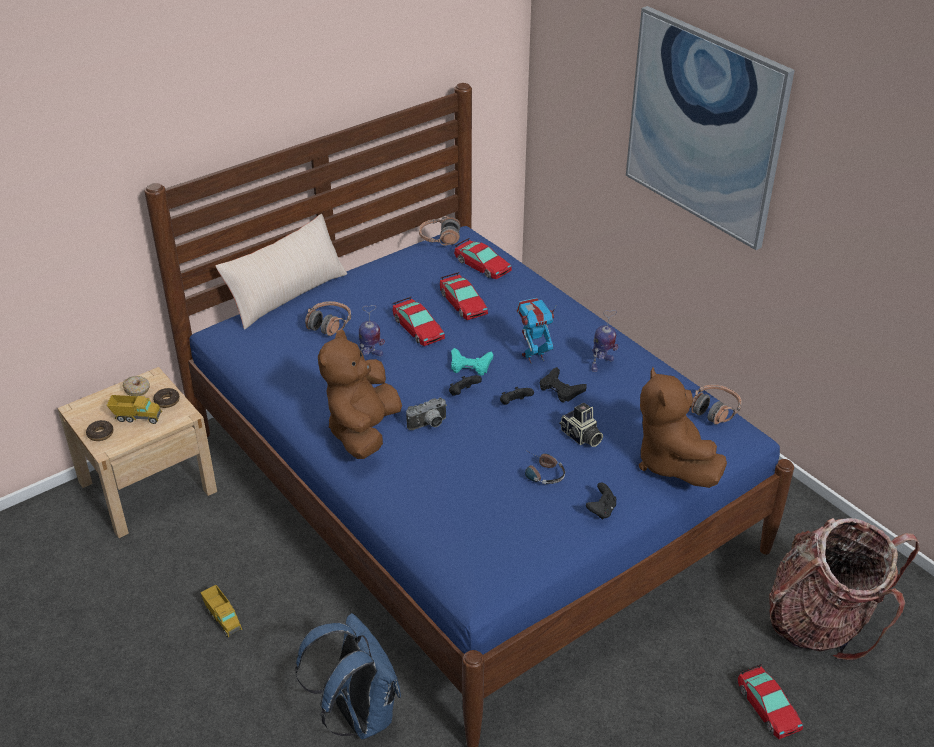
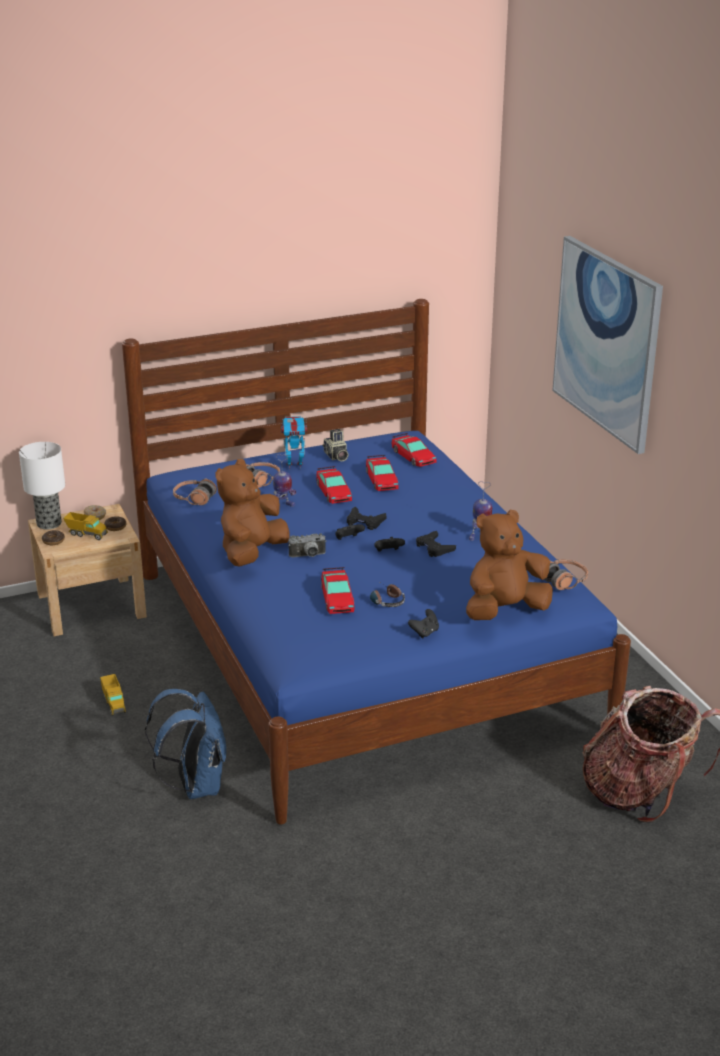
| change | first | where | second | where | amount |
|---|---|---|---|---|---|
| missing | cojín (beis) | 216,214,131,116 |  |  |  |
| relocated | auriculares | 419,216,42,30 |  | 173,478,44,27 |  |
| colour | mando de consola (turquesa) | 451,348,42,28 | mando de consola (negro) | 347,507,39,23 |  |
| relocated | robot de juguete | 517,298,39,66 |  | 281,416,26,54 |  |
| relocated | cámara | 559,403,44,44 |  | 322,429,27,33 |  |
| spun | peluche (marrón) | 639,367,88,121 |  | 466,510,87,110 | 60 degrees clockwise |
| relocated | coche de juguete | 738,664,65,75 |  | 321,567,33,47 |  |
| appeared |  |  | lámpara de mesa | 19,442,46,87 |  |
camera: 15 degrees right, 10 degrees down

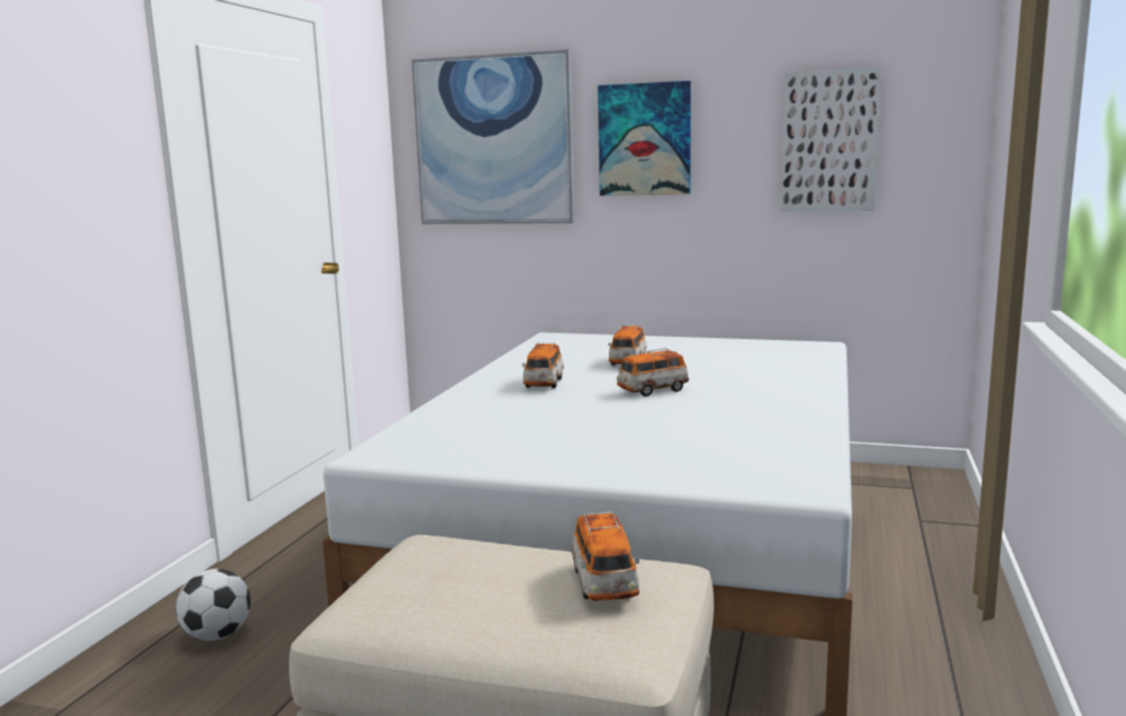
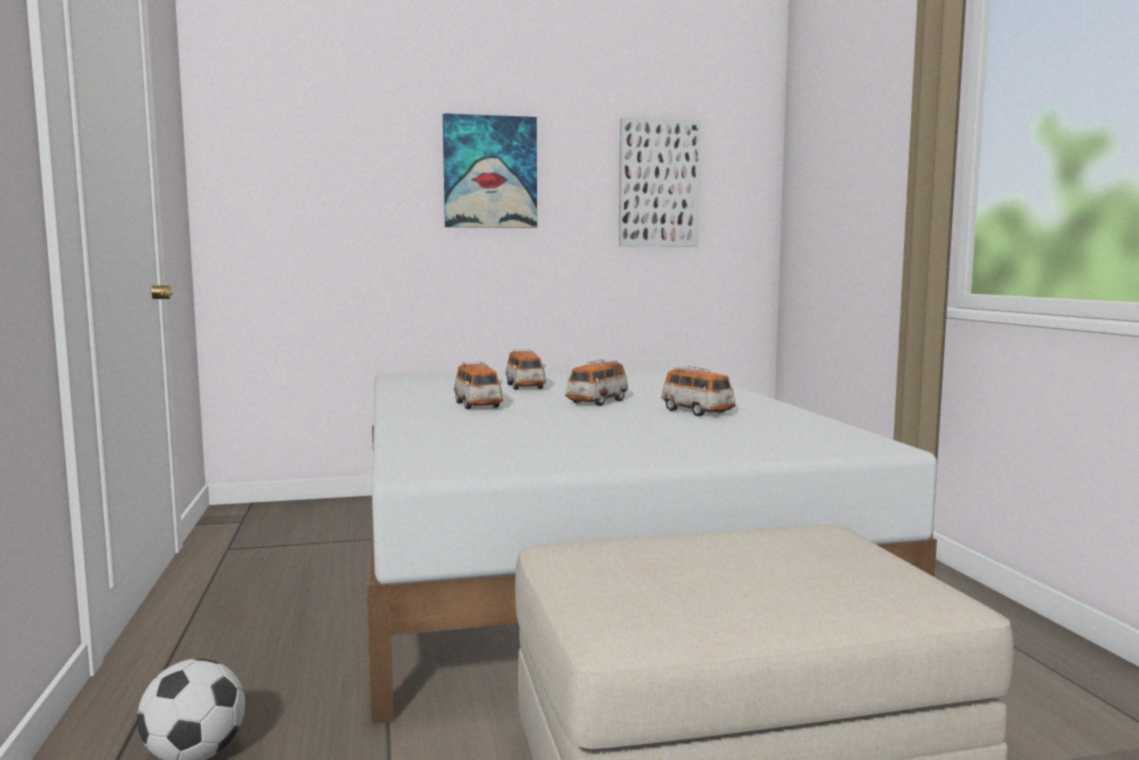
| change | first | where | second | where | amount |
|---|---|---|---|---|---|
| missing | cuadro | 411,49,164,175 |  |  |  |
| relocated | coche de juguete | 572,511,68,90 |  | 661,366,75,50 |  |
camera: 30 degrees left, 5 degrees down

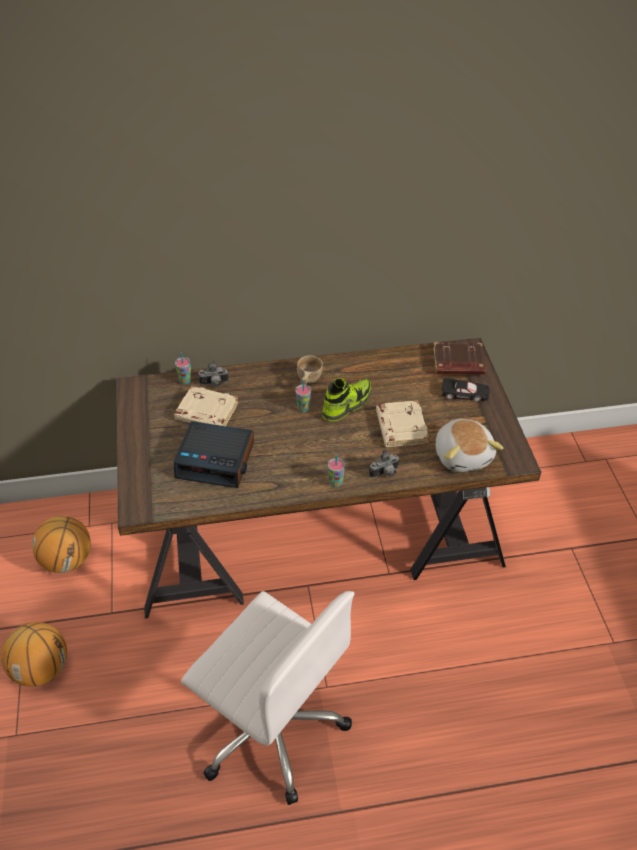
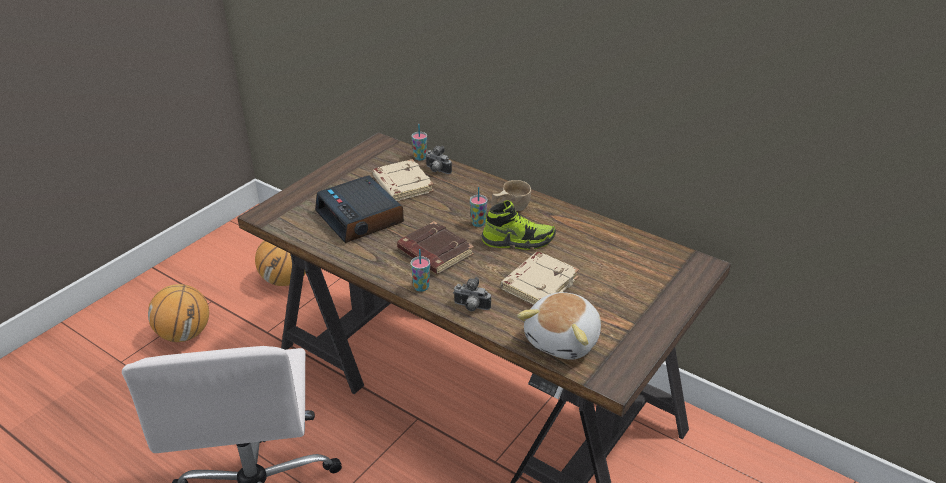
| change | first | where | second | where | amount |
|---|---|---|---|---|---|
| relocated | libro (marrón) | 433,341,53,34 |  | 397,221,77,53 |  |
| missing | coche de juguete (negro) | 441,378,49,24 |  |  |  |
camera: 45 degrees right, 10 degrees down

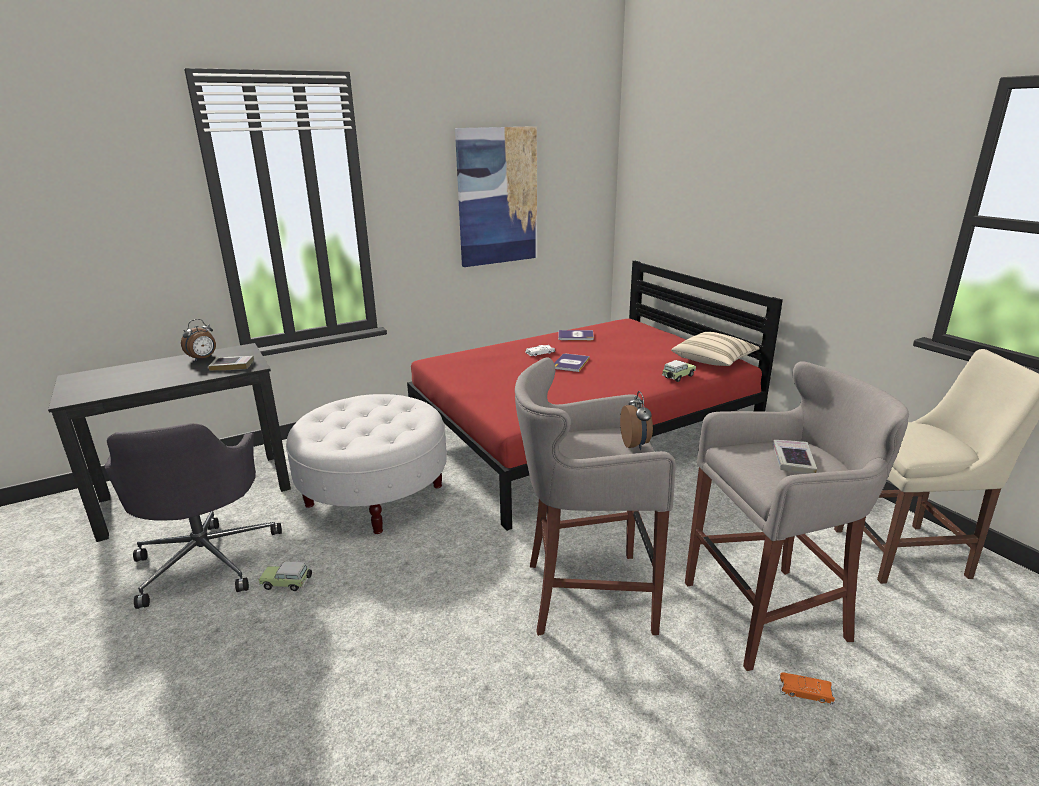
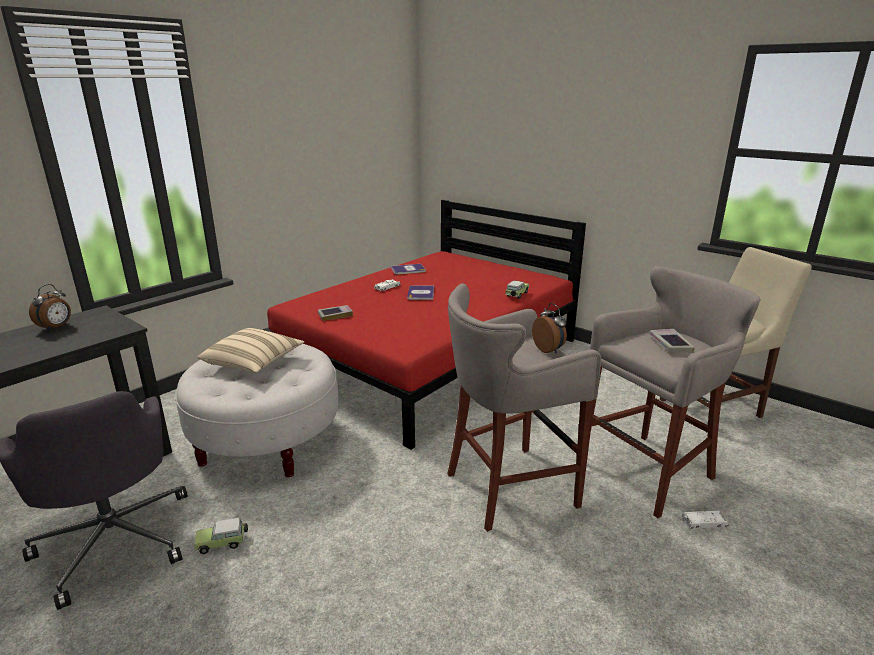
| change | first | where | second | where | amount |
|---|---|---|---|---|---|
| relocated | libro | 208,356,46,15 |  | 318,305,35,16 |  |
| missing | cuadro | 455,126,82,141 |  |  |  |
| relocated | cojín (beis) | 671,332,89,34 |  | 197,328,107,45 |  |
| colour | coche de juguete (naranja) | 778,672,58,33 | coche de juguete (blanco) | 682,511,46,18 |  |
camera: 20 degrees left, 0 degrees up

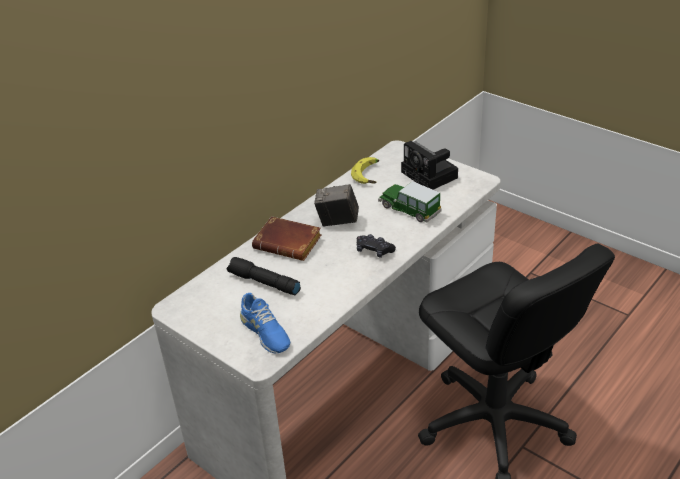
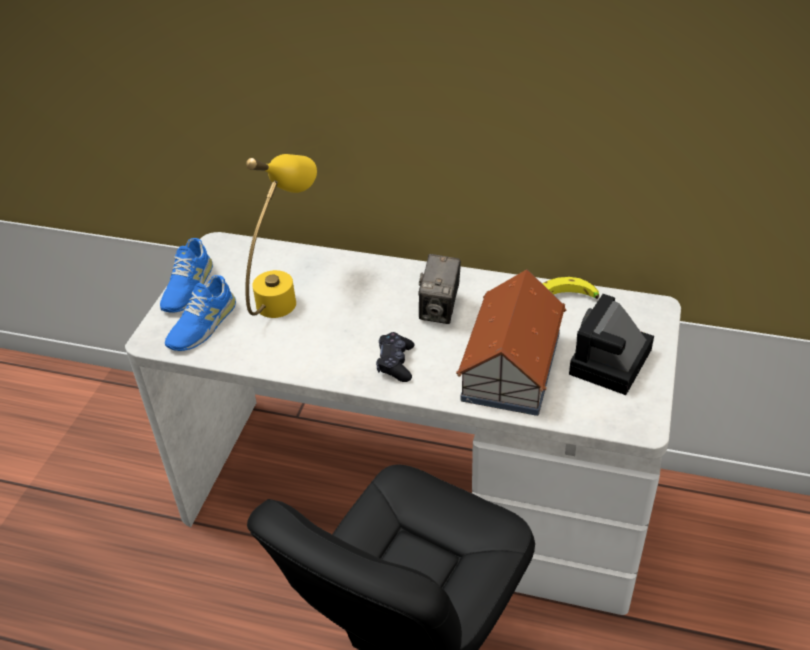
| change | first | where | second | where | amount |
|---|---|---|---|---|---|
| exchanged | linterna (negro) | 227,257,74,38 | lámpara de mesa (amarillo) | 245,154,72,164 |  |
| missing | libro (marrón) | 252,216,69,45 |  |  |  |
| spun | cámara | 314,184,45,43 |  | 418,254,43,70 | 150 degrees counterclockwise |
| exchanged | coche de juguete | 378,181,64,42 | casita | 456,269,110,147 |  |
| appeared |  |  | zapato (azul) | 160,238,53,74 |  |
camera: 65 degrees right, 5 degrees up

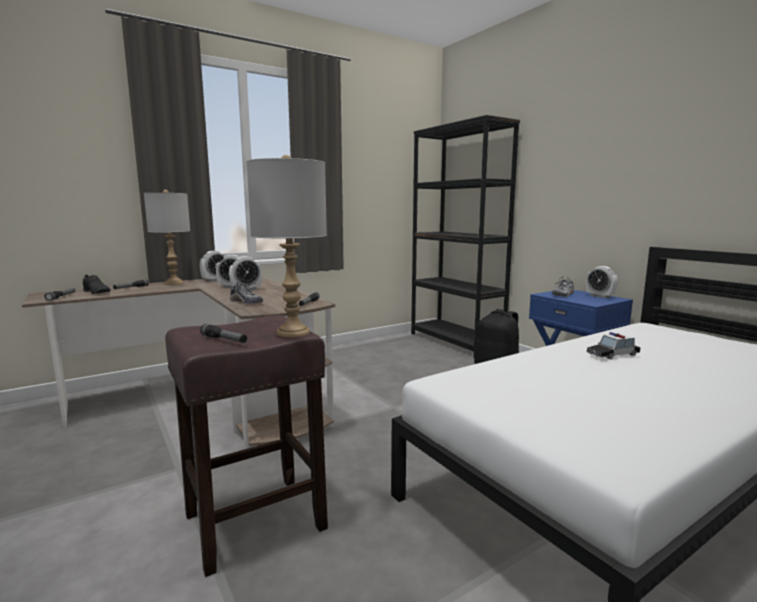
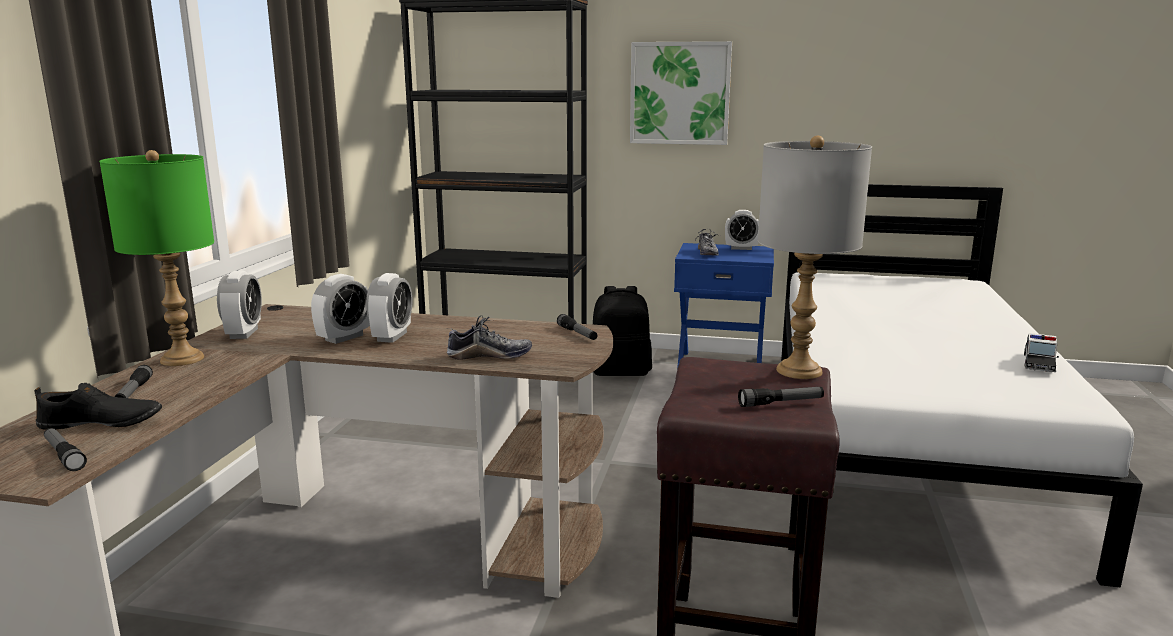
| change | first | where | second | where | amount |
|---|---|---|---|---|---|
| colour | lámpara de mesa (gris) | 144,190,46,95 | lámpara de mesa (verde) | 99,150,115,216 |  |
| relocated | coche de juguete | 586,332,55,27 |  | 1024,333,35,39 |  |
| appeared |  |  | cuadro | 630,41,102,104 |  |
camera: 45 degrees left, 5 degrees up

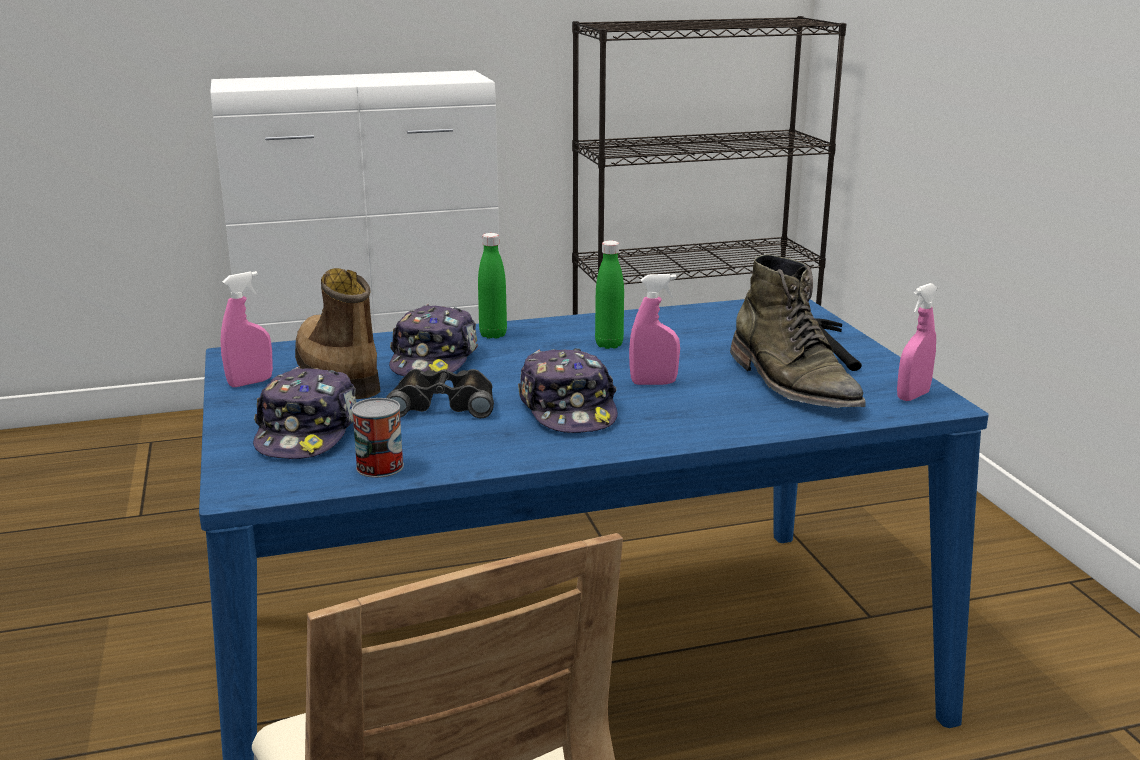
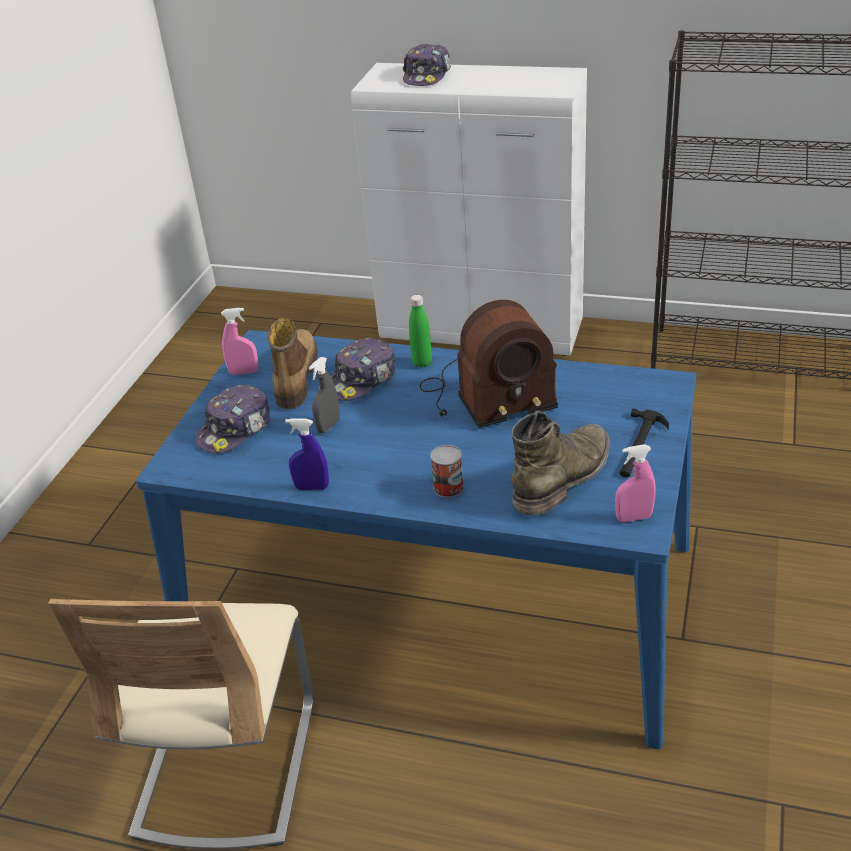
| change | first | where | second | where | amount |
|---|---|---|---|---|---|
| relocated | lata | 352,398,52,80 |  | 430,445,34,53 |  |
| exchanged | prismáticos (negro) | 386,369,108,49 | pulverizador (gris) | 309,357,31,76 |  |
| relocated | gorra | 518,348,100,85 |  | 403,43,48,43 |  |
| exchanged | botella (verde) | 595,241,29,108 | radio | 420,300,138,128 |  |
| missing | pulverizador (rosa) | 629,274,51,111 |  |  |  |
| spun | bota (verde) | 730,254,135,154 |  | 512,410,98,105 | 150 degrees counterclockwise |
| appeared |  |  | pulverizador (azul) | 285,418,44,72 |  |
camera: 35 degrees right, 15 degrees up

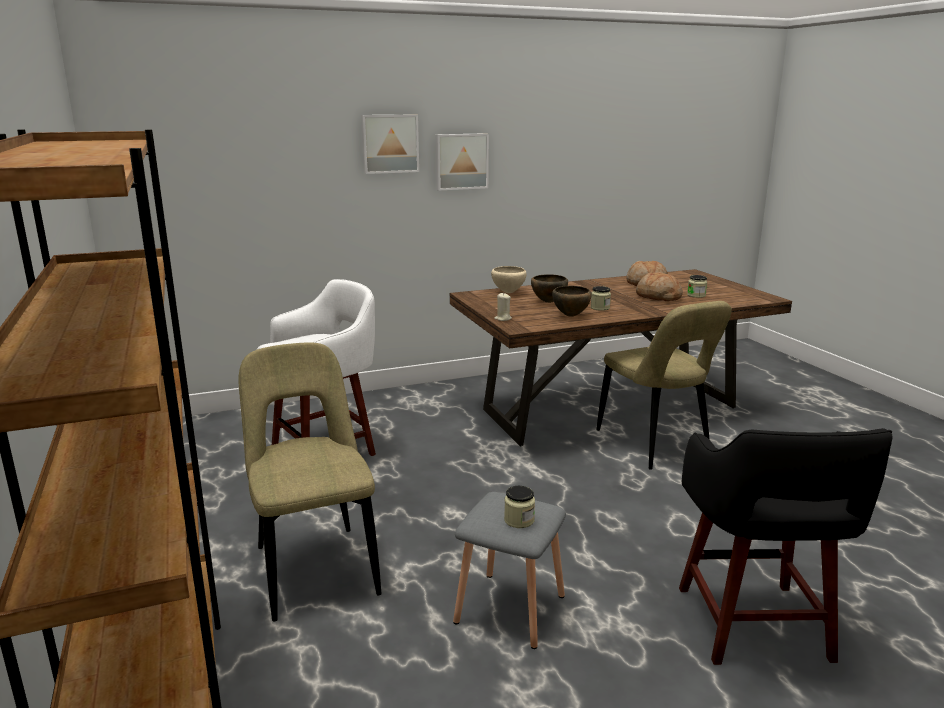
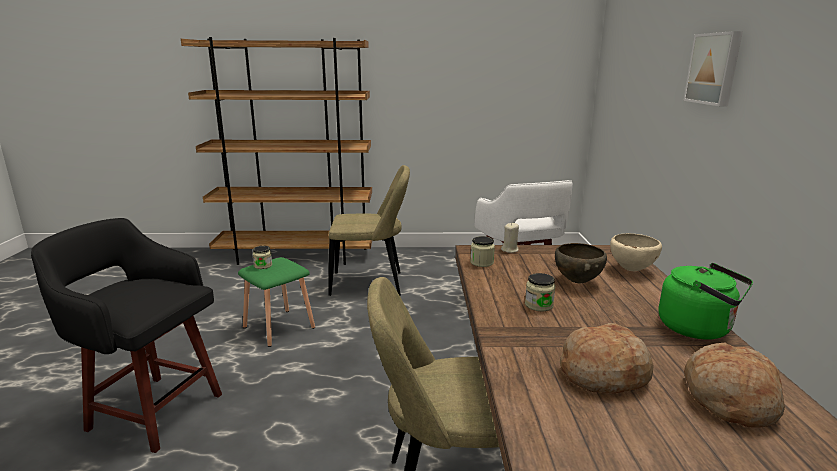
| change | first | where | second | where | amount |
|---|---|---|---|---|---|
| missing | cuadro | 436,133,53,58 |  |  |  |
| colour | taburete (gris) | 453,492,113,157 | taburete (verde) | 238,257,77,90 |  |
| missing | cuenco (marrón) | 552,286,39,31 |  |  |  |
| relocated | tarro | 687,275,20,23 |  | 470,236,25,31 |  |
| appeared |  |  | hervidor (verde) | 658,263,95,77 |  |
camera: 110 degrees right, 0 degrees up

